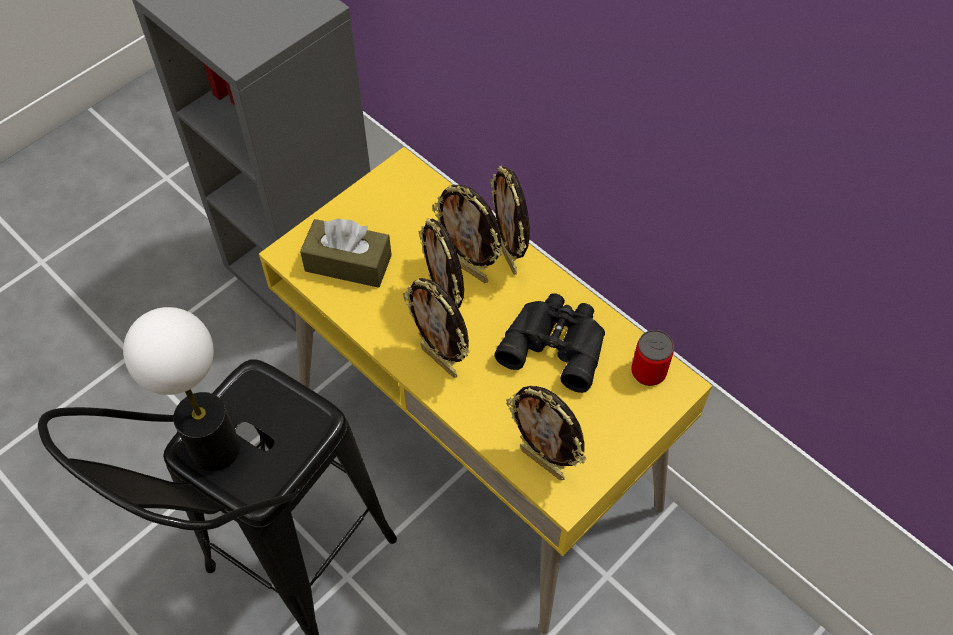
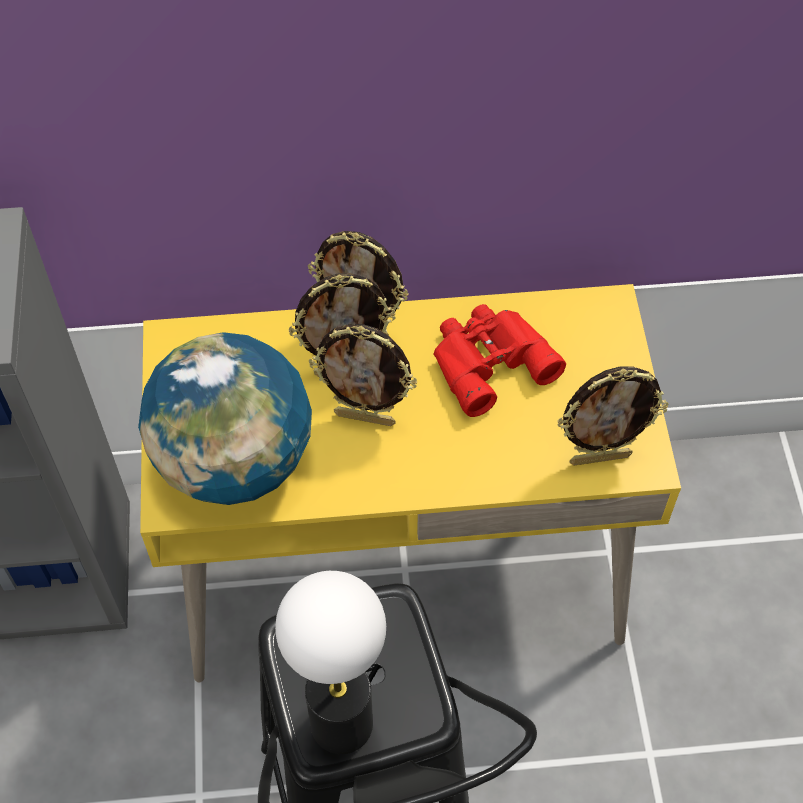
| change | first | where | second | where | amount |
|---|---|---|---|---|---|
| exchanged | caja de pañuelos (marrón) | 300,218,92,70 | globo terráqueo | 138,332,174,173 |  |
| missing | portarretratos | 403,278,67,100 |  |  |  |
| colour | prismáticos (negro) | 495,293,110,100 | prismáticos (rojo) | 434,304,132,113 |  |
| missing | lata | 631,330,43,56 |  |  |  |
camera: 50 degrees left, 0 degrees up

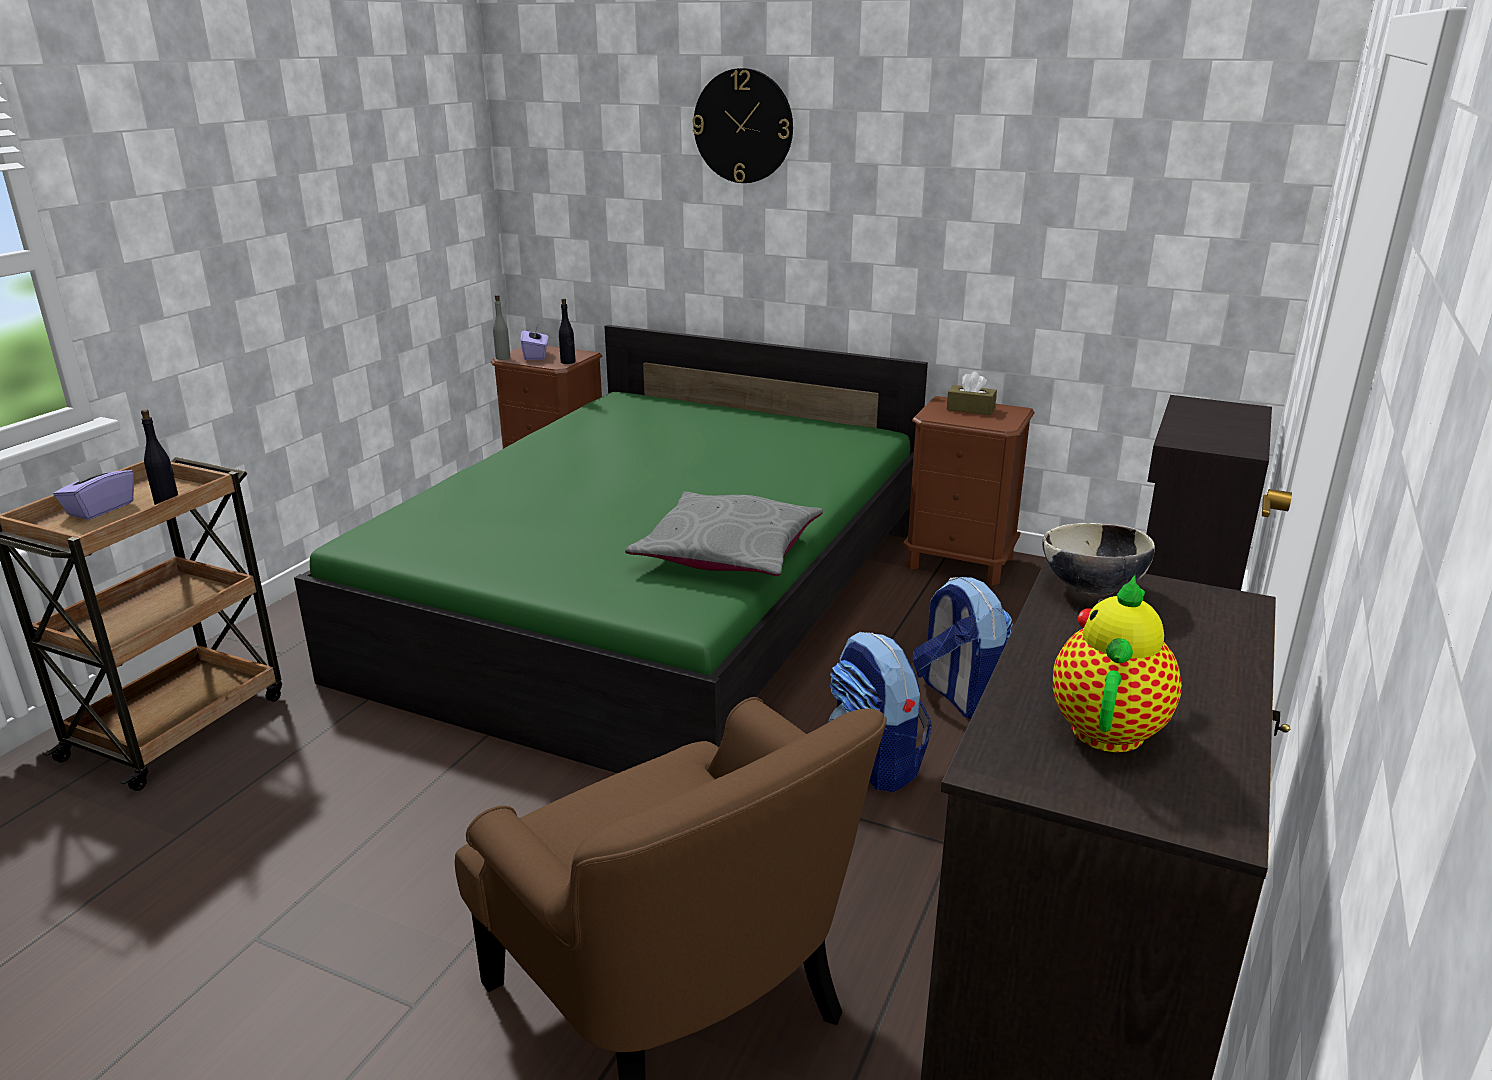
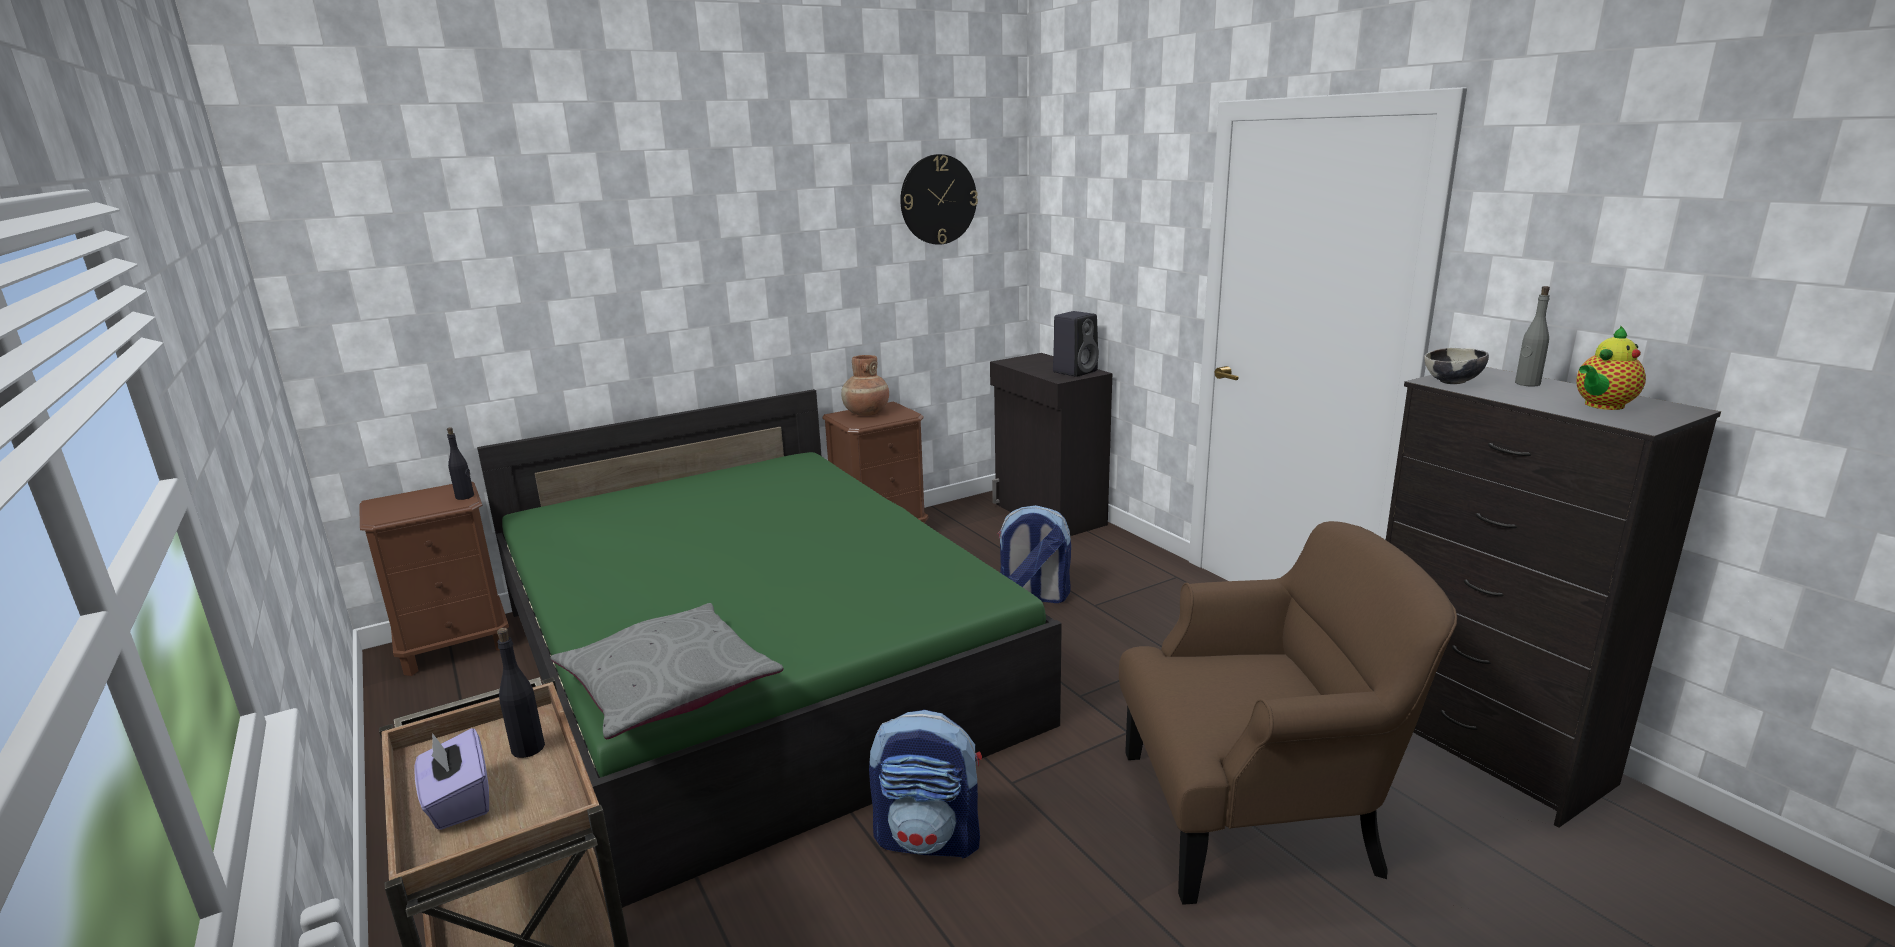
| change | first | where | second | where | amount |
|---|---|---|---|---|---|
| relocated | botella (gris) | 493,295,17,65 |  | 1515,286,35,101 |  |
| missing | caja de pañuelos (morado) | 520,326,28,34 |  |  |  |
| relocated | cojín (gris) | 625,491,198,85 |  | 551,603,232,136 |  |
| relocated | reloj de pared | 692,68,101,115 |  | 900,154,78,91 |  |
| relocated | mochila | 828,632,104,160 |  | 869,710,113,148 |  |
| exchanged | caja de pañuelos (marrón) | 947,372,50,43 | florero (marrón) | 841,355,48,61 |  |
| spun | tetera | 1053,575,129,177 |  | 1576,326,70,84 | 90 degrees counterclockwise |
| appeared |  |  | altavoz (negro) | 1053,311,46,66 |  |
camera: 55 degrees left, 5 degrees down

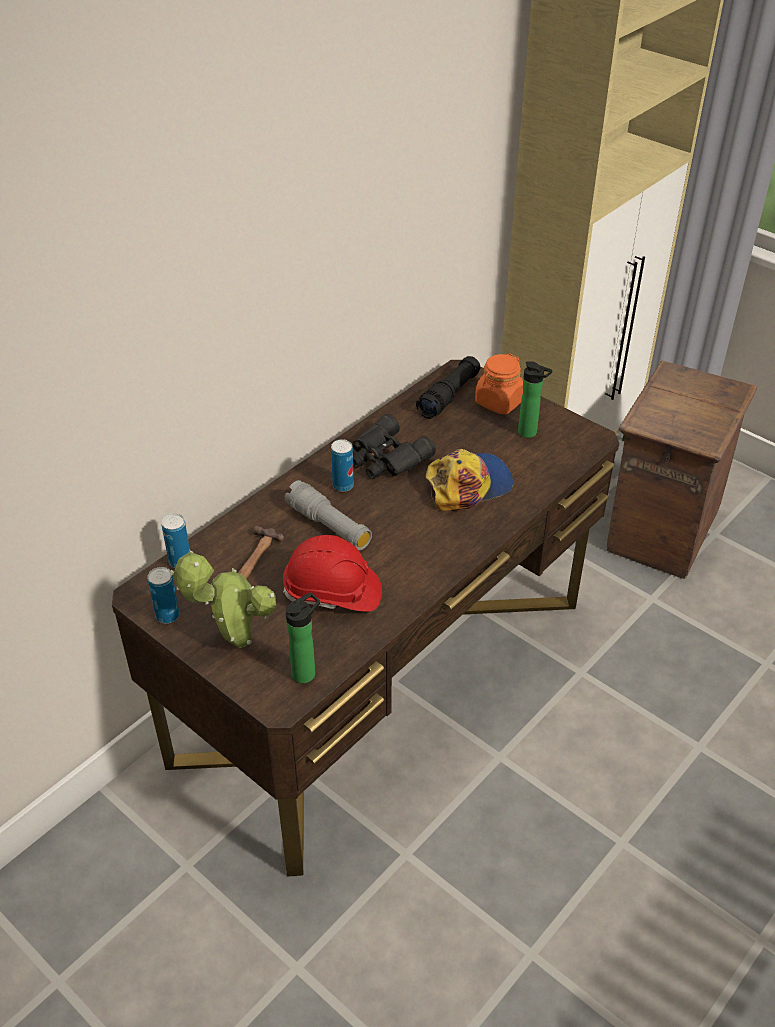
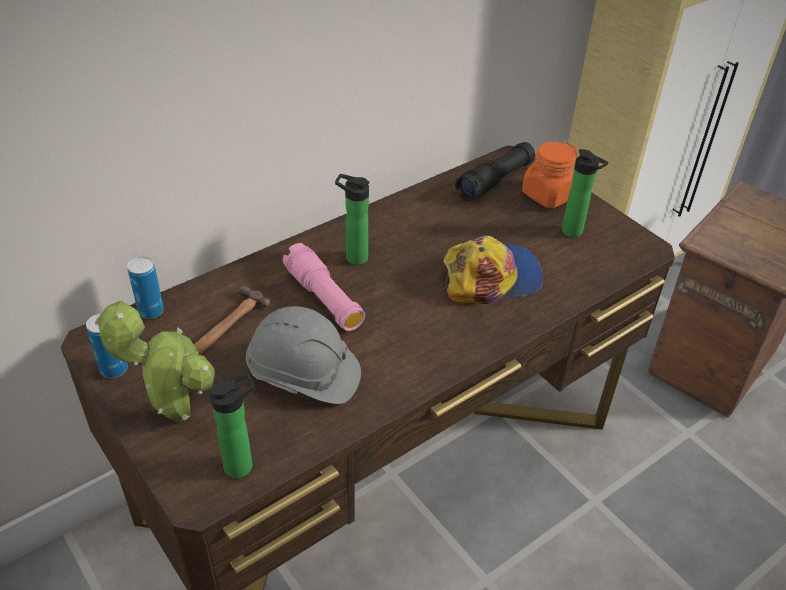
| change | first | where | second | where | amount |
|---|---|---|---|---|---|
| colour | casco (rojo) | 283,535,99,77 | casco (gris) | 246,306,115,98 |  |
| colour | linterna (gris) | 285,480,87,70 | linterna (rosa) | 283,243,82,88 |  |
| exchanged | lata | 331,439,23,53 | botella | 335,174,34,91 |  |
| missing | prismáticos (negro) | 352,414,84,65 |  |  |  |
camera: 10 degrees right, 0 degrees up

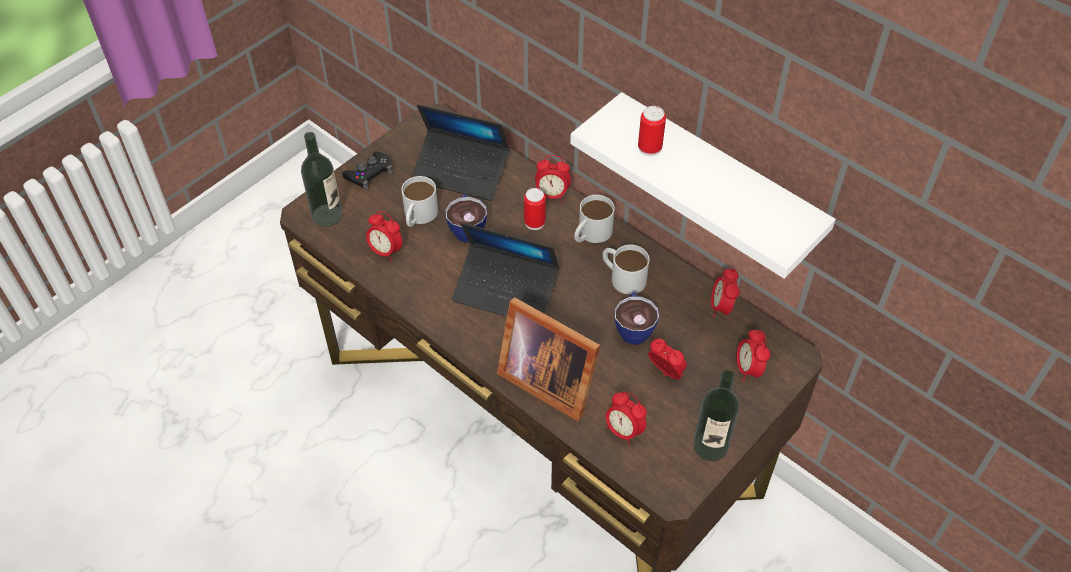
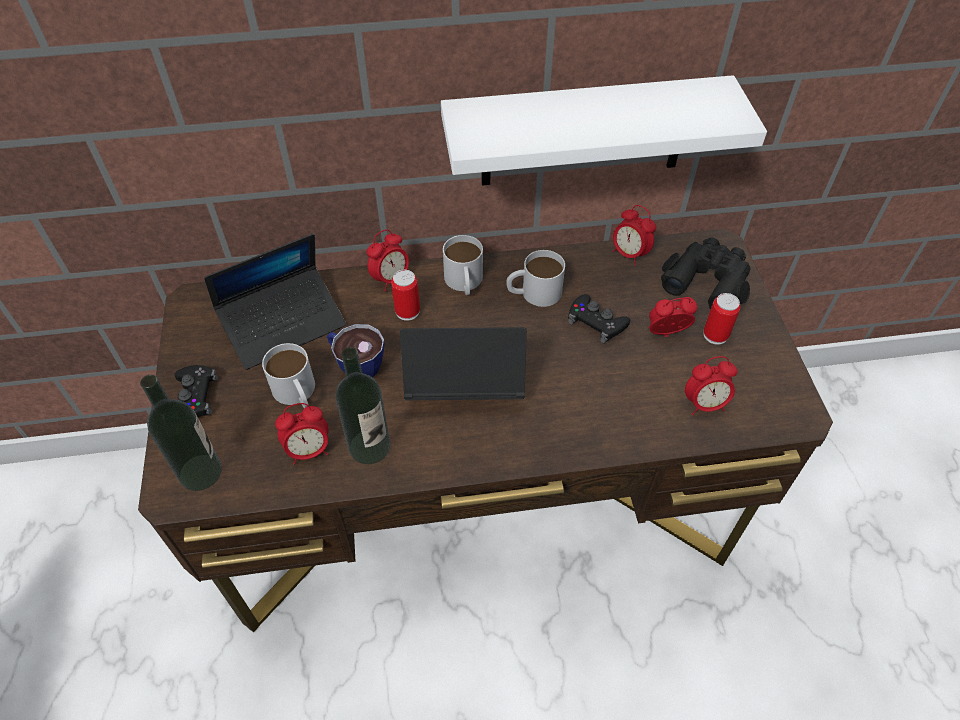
| change | first | where | second | where | amount |
|---|---|---|---|---|---|
| spun | portátil | 452,223,108,94 |  | 400,327,127,73 | 150 degrees counterclockwise |
| missing | portarretratos | 497,297,103,125 |  |  |  |
| exchanged | taza | 614,292,45,53 | mando de consola (negro) | 568,294,62,49 |  |
| relocated | lata | 638,106,28,50 |  | 703,293,38,52 |  |
| relocated | botella | 693,370,47,91 |  | 336,347,54,117 |  |
| exchanged | despertador | 736,330,34,52 | prismáticos (negro) | 661,237,89,73 |  |
camera: 50 degrees left, 0 degrees up

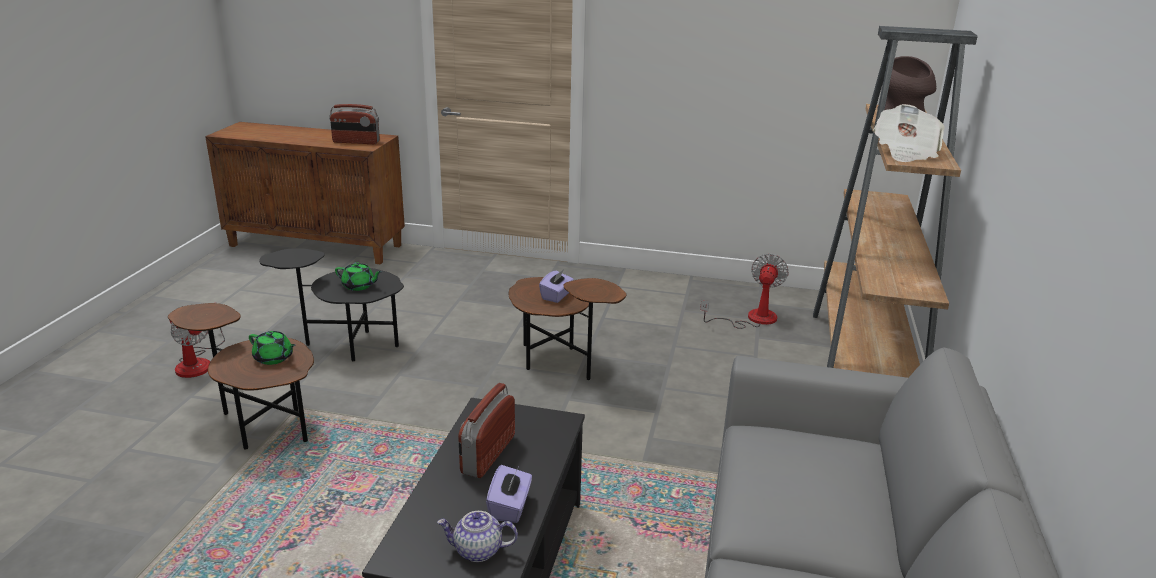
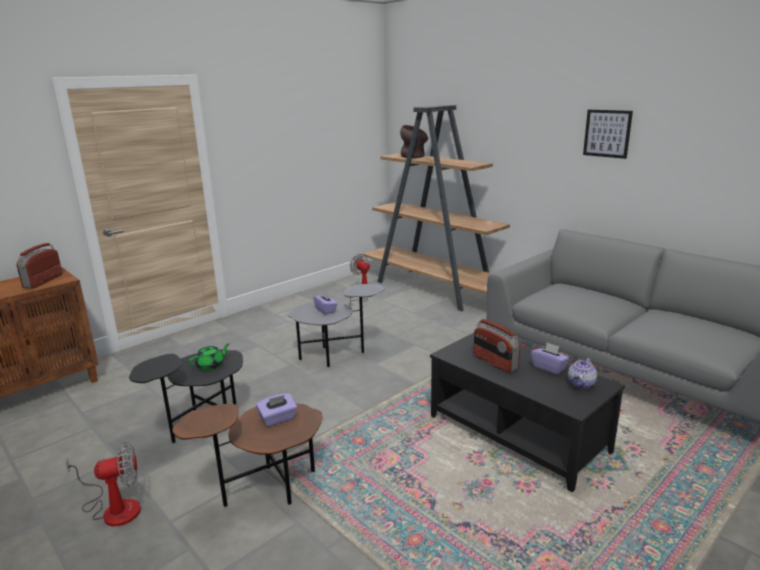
| change | first | where | second | where | amount |
|---|---|---|---|---|---|
| exchanged | tetera (verde) | 249,331,47,34 | caja de pañuelos (morado) | 256,393,41,34 |  |
| spun | radio | 329,104,51,40 |  | 16,243,46,45 | 150 degrees clockwise |
| colour | mesa auxiliar (marrón) | 509,277,117,103 | mesa auxiliar (gris) | 288,284,97,83 |  |
| missing | periódico | 873,104,72,58 |  |  |  |
| appeared |  |  | cuadro | 583,110,50,49 |  |
camera: 55 degrees left, 5 degrees down

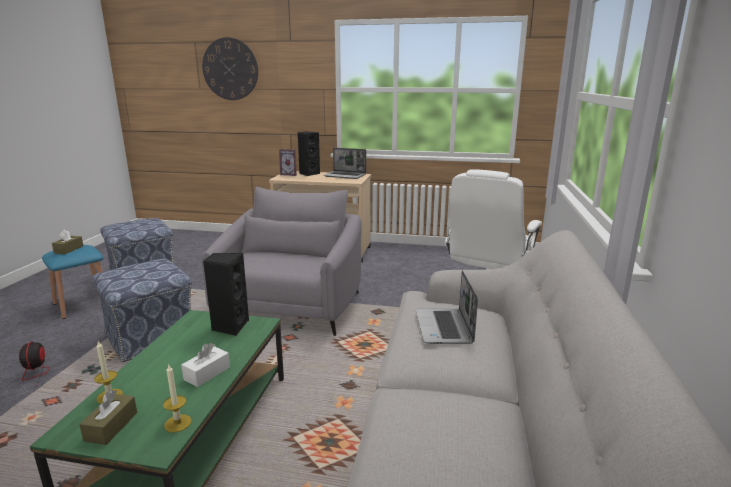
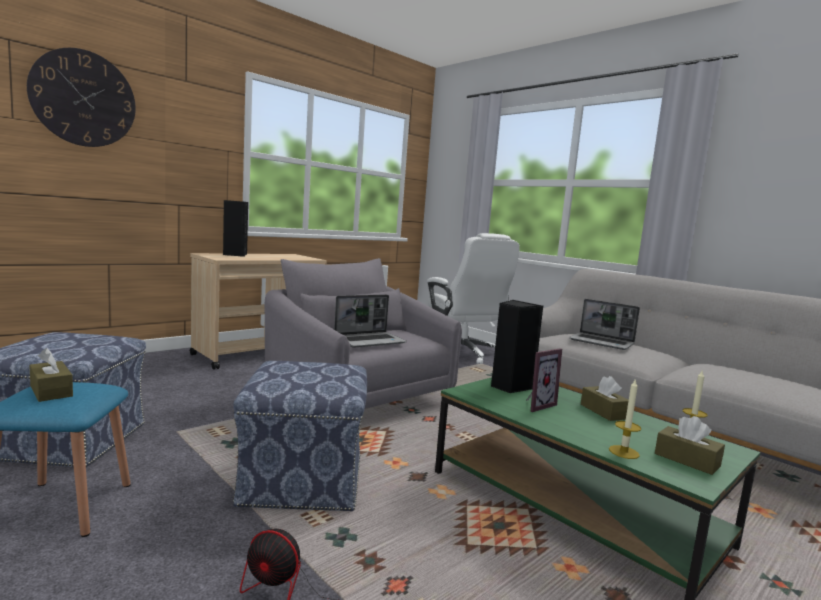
| change | first | where | second | where | amount |
|---|---|---|---|---|---|
| colour | caja de pañuelos (blanco) | 181,343,49,44 | caja de pañuelos (marrón) | 581,376,48,45 |  |
| relocated | portarretratos | 279,149,17,27 |  | 526,348,36,64 |  |
| relocated | portátil | 323,148,43,31 |  | 334,295,73,53 |  |
camera: 55 degrees left, 10 degrees down

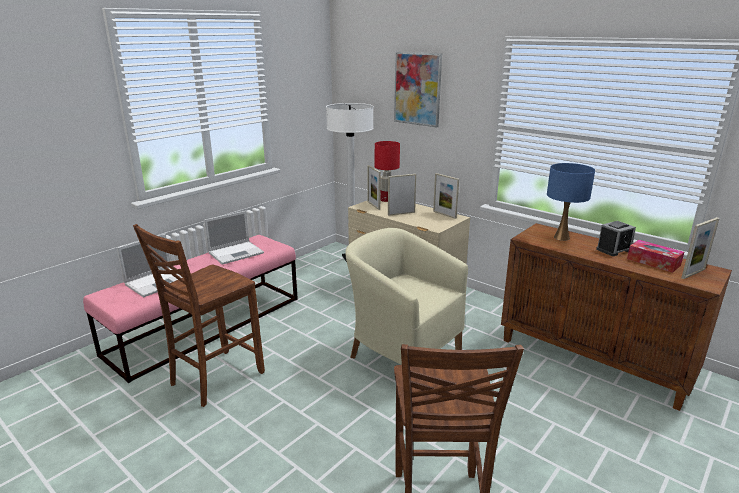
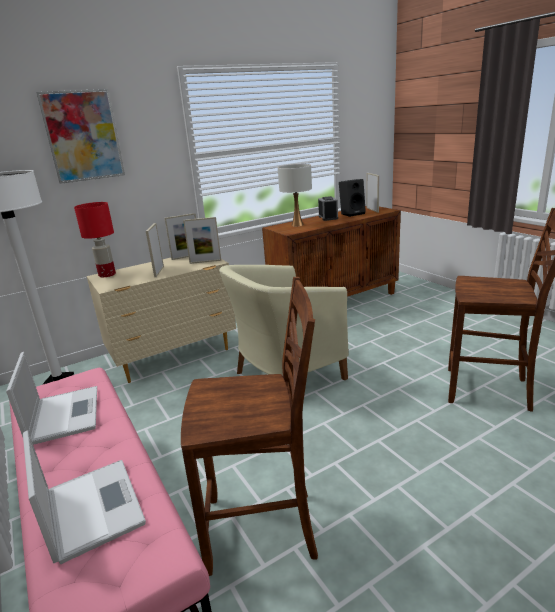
| change | first | where | second | where | amount |
|---|---|---|---|---|---|
| spun | silla (marrón) | 133,224,132,183 |  | 181,277,137,299 | 60 degrees counterclockwise |
| relocated | portarretratos | 367,165,14,45 |  | 183,217,38,47 |  |
| colour | lámpara de mesa (azul) | 547,163,48,78 | lámpara de mesa (blanco) | 278,164,34,62 |  |
| exchanged | caja de pañuelos | 627,240,57,33 | altavoz (negro) | 339,179,27,38 |  |
camera: 70 degrees left, 0 degrees up

